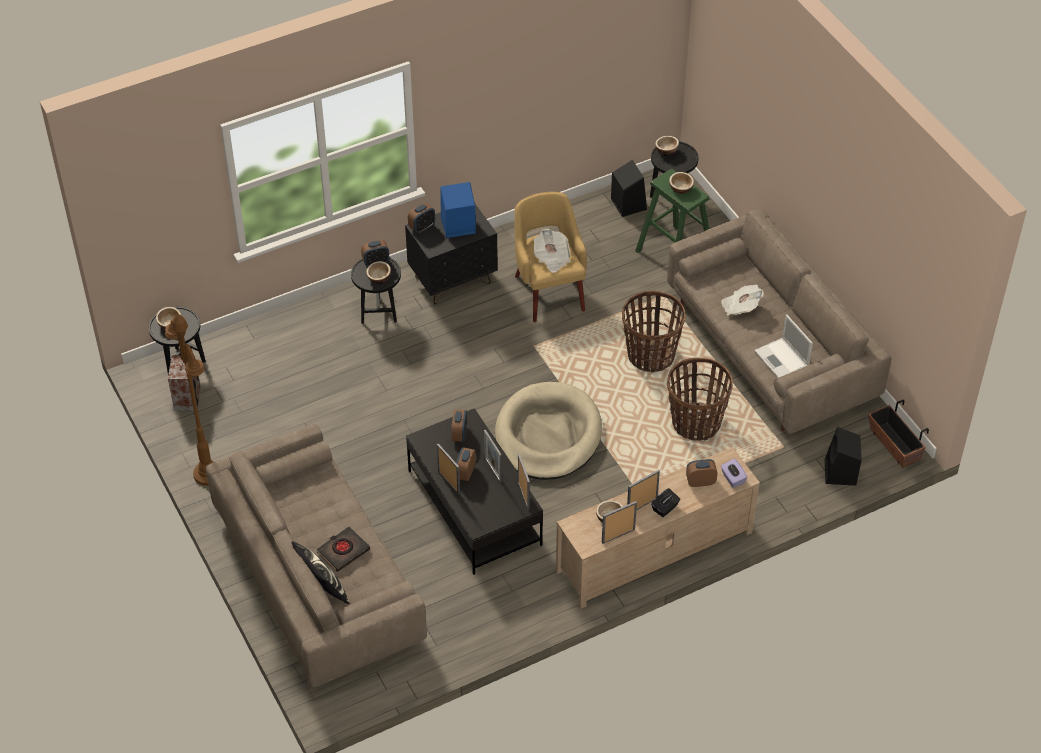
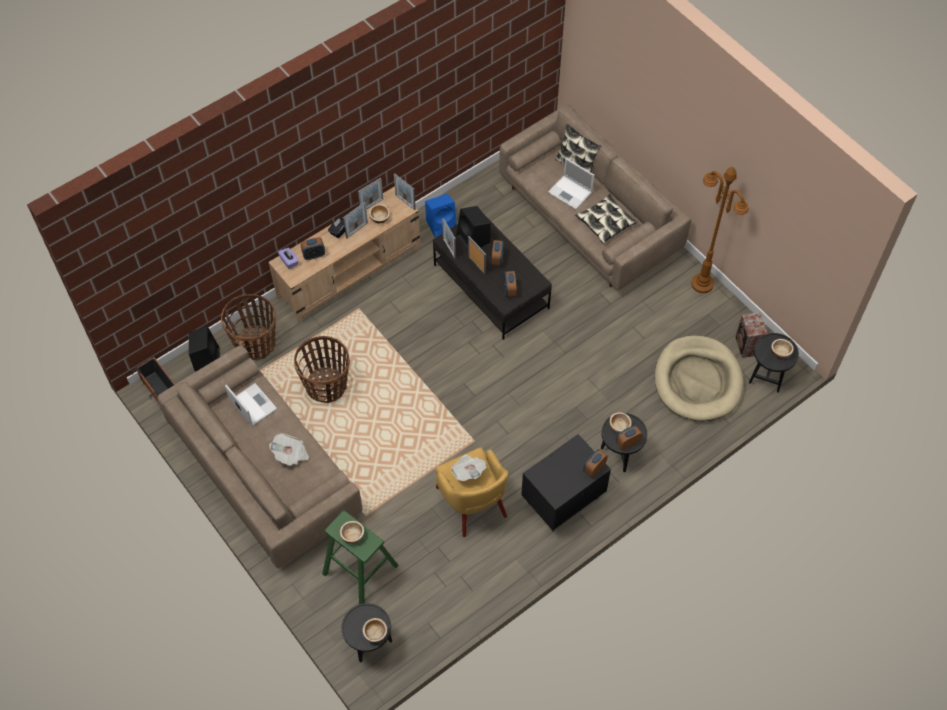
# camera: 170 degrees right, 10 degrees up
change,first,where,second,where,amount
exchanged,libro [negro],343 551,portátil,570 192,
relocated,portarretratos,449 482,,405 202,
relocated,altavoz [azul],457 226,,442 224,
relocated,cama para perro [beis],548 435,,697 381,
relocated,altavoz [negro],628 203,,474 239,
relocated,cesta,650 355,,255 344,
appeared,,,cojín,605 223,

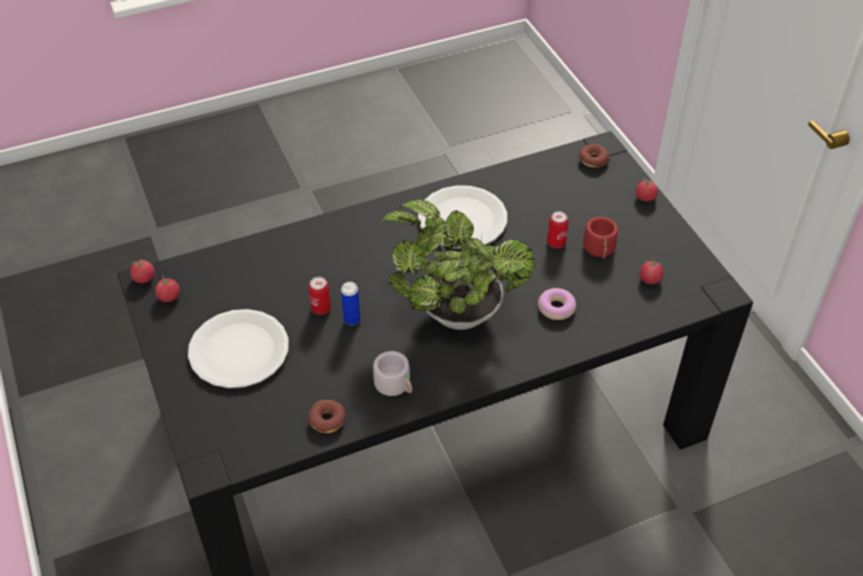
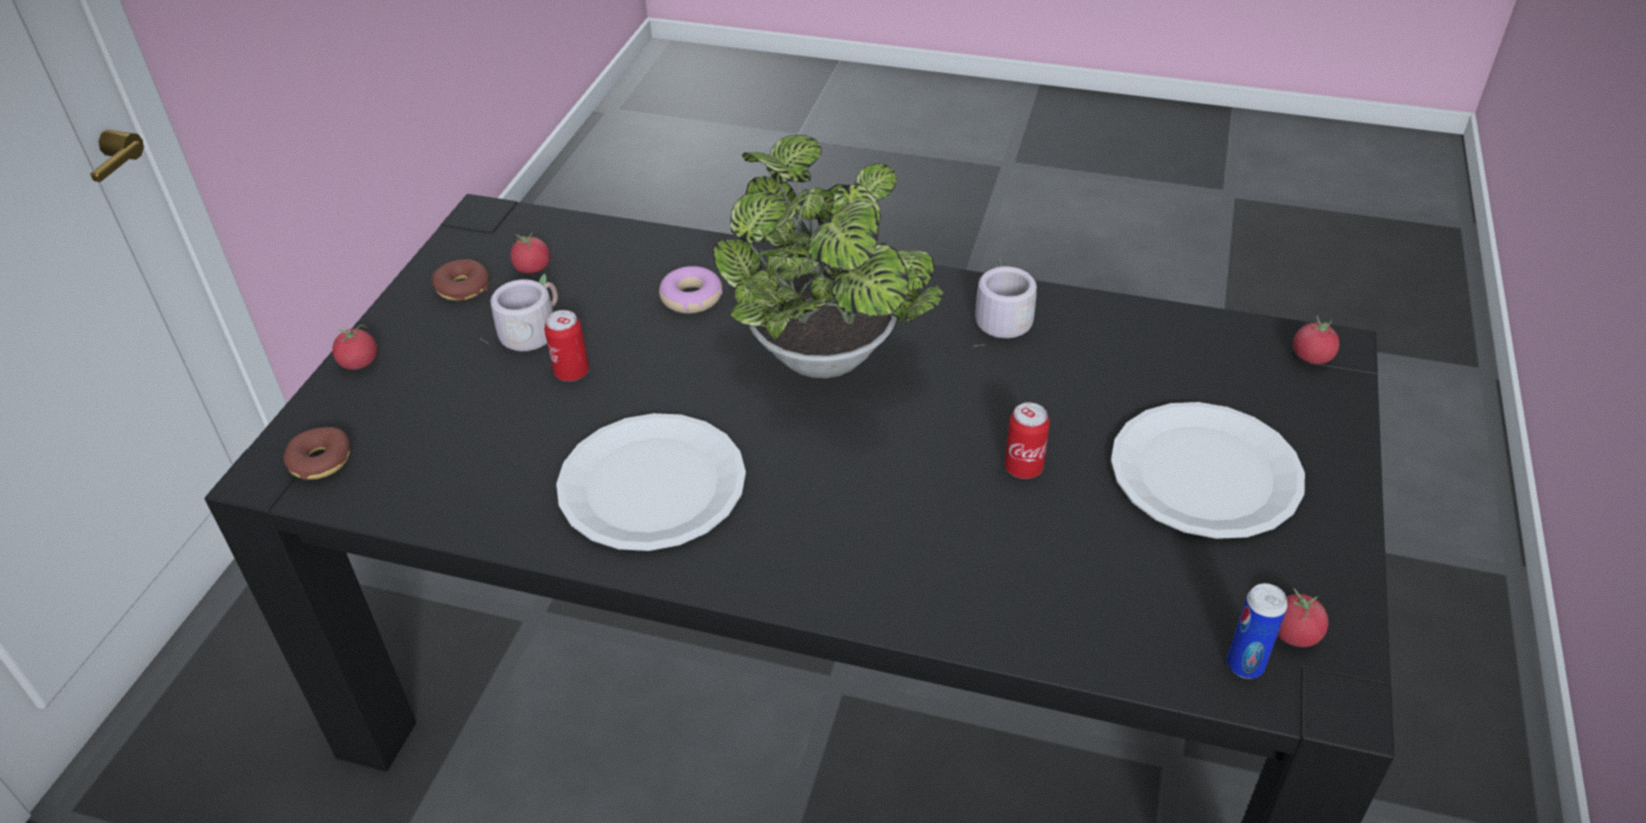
# camera: 140 degrees left, 5 degrees down
change,first,where,second,where,amount
relocated,tomate,144 278,,1311 357,
relocated,rosquilla,327 420,,463 288,
relocated,lata,352 320,,1245 665,
colour,taza grande [rojo],601 250,taza grande [gris],531 331,

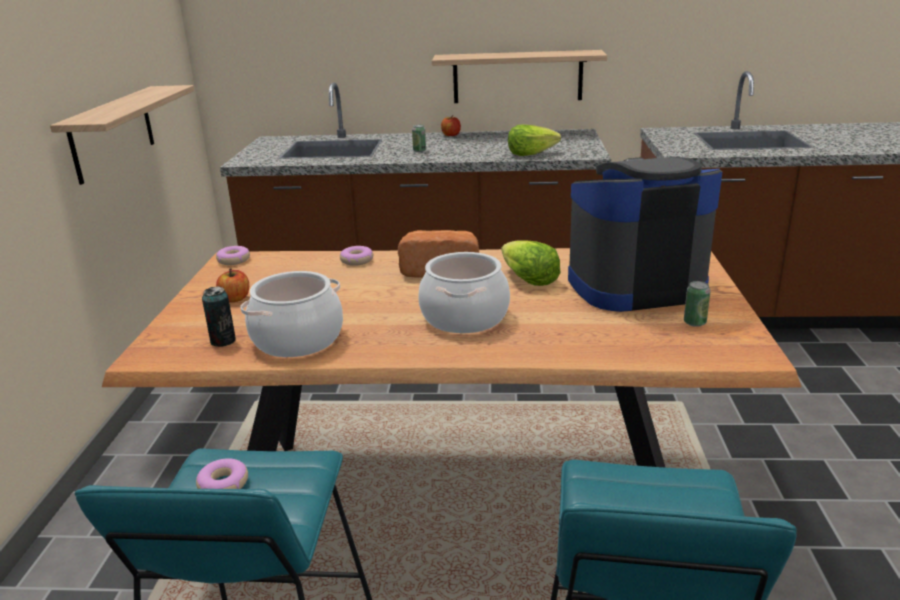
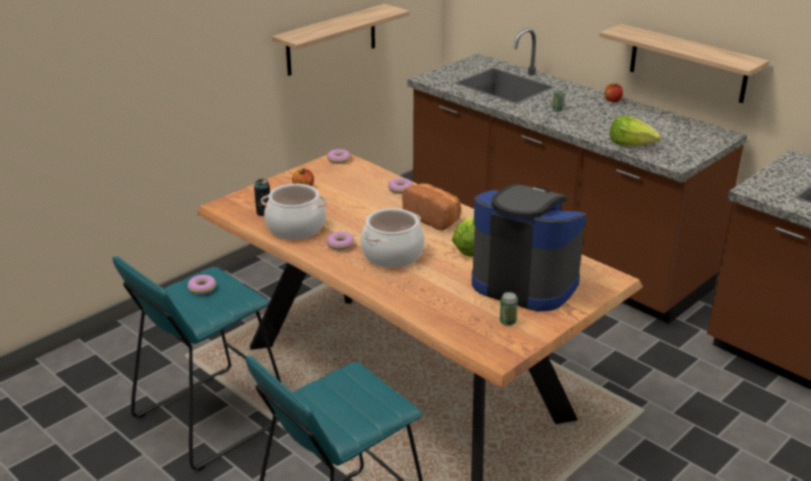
# camera: 40 degrees right, 5 degrees up
change,first,where,second,where,amount
appeared,,,rosquilla,340 245,

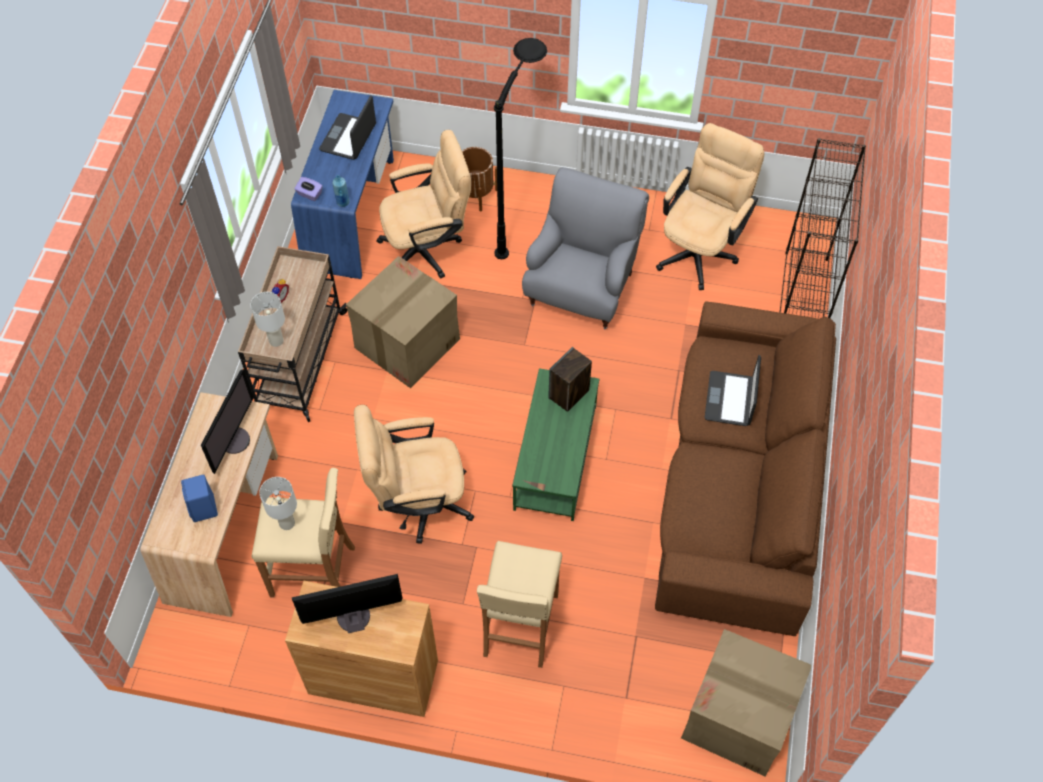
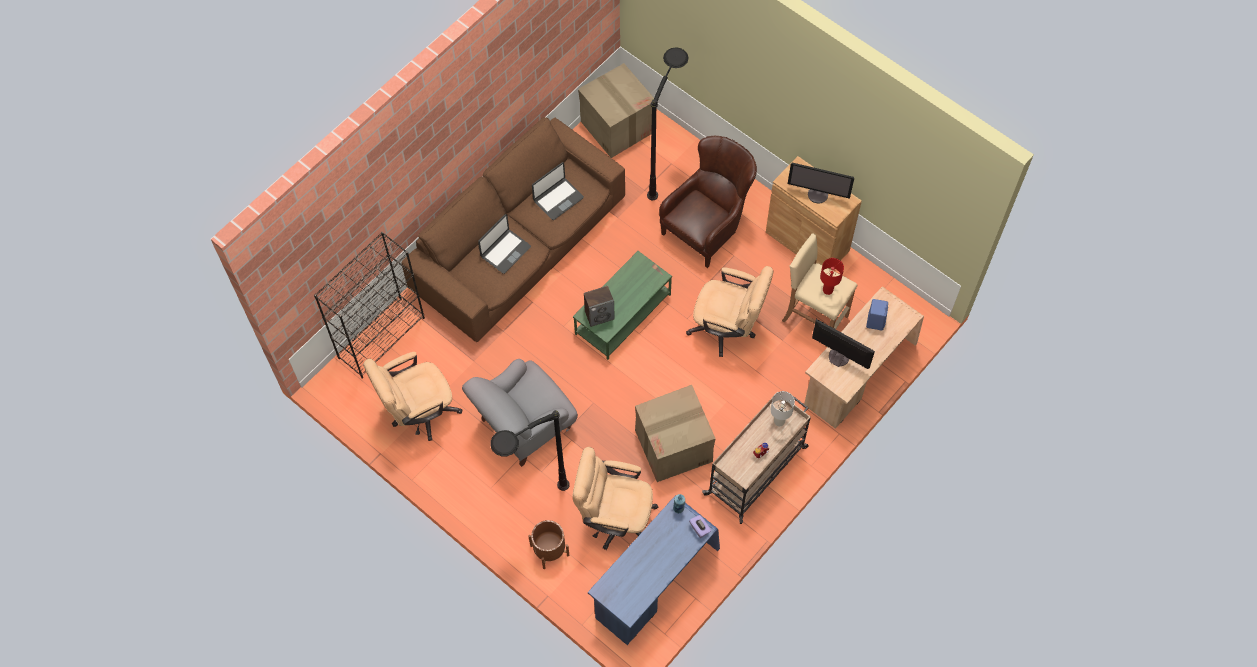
# camera: 150 degrees left, 5 degrees up
change,first,where,second,where,amount
spun,monitor,234 440,,838 357,75 degrees clockwise
colour,lámpara de mesa [blanco],287 522,lámpara de mesa [rojo],827 290,
relocated,portátil,349 138,,558 199,
exchanged,taburete [beis],520 626,sillón [marrón],707 227,
appeared,,,lámpara de pie [negro],666 168,

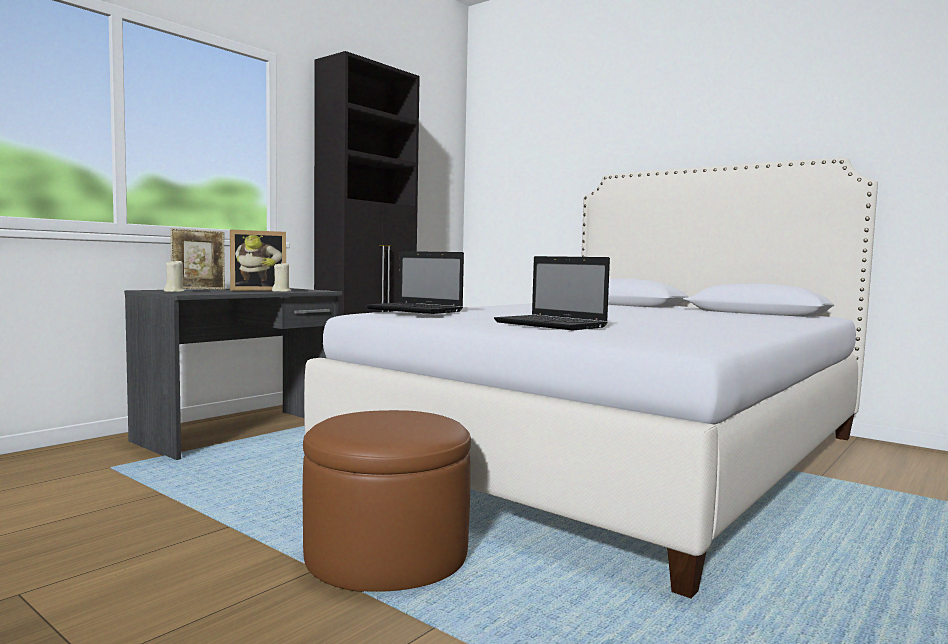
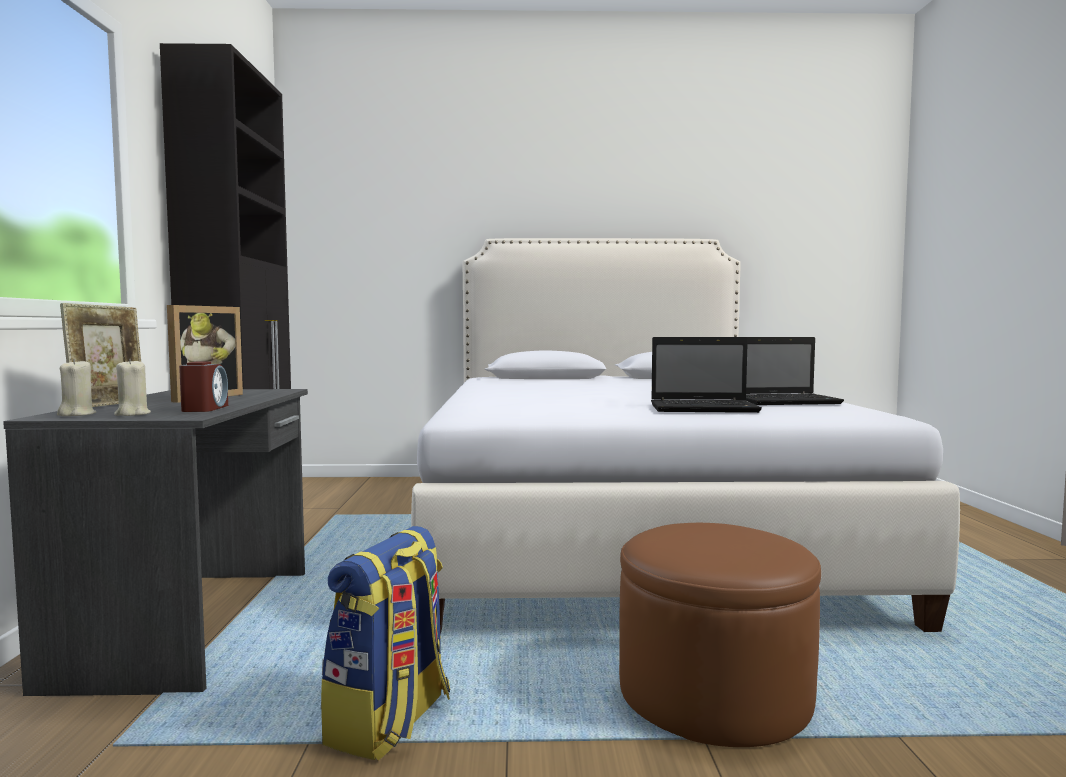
# camera: 40 degrees left, 0 degrees up
change,first,where,second,where,amount
relocated,vela [beis],281 291,,77 414,
relocated,portátil,416 310,,787 401,
appeared,,,despertador,205 408,
appeared,,,mochila,390 722,

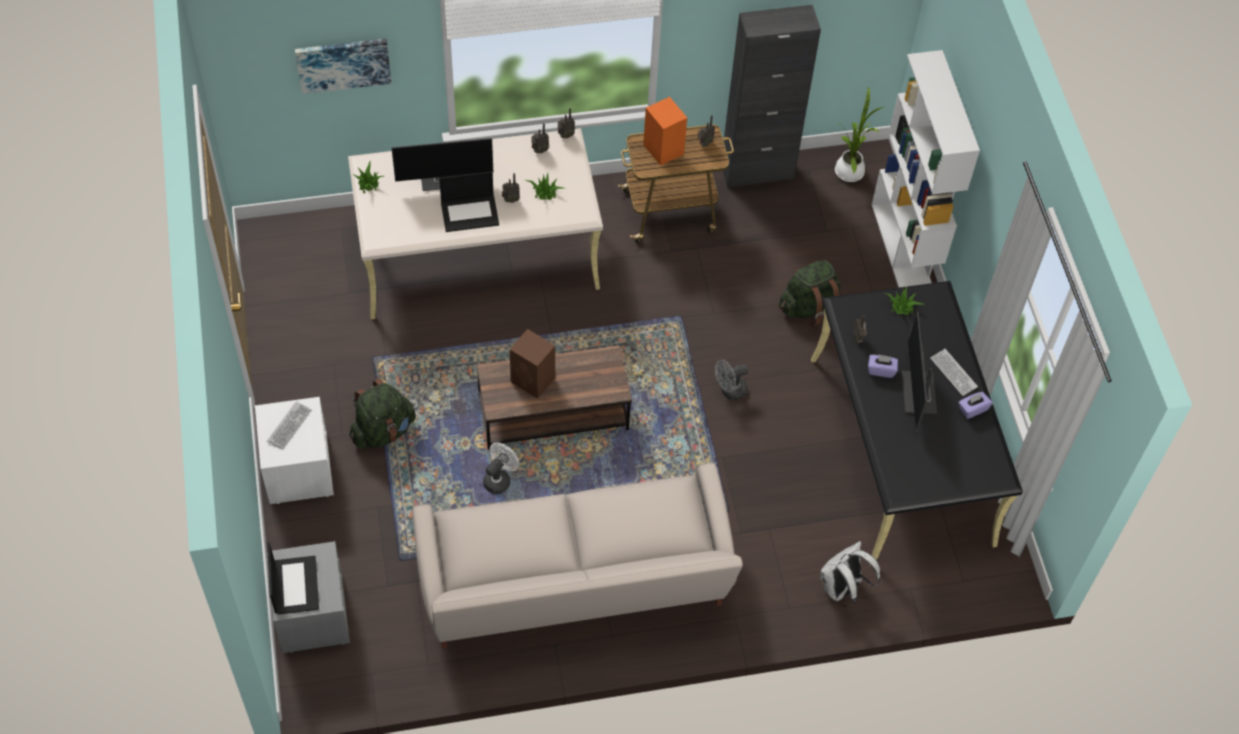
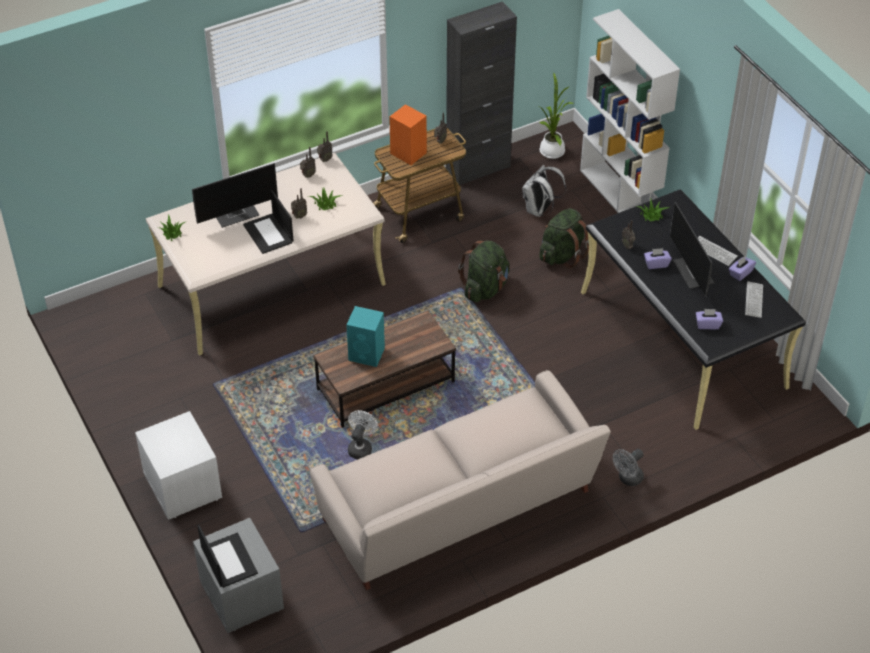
# camera: 15 degrees left, 10 degrees down
change,first,where,second,where,amount
relocated,teclado,289 426,,754 300,
missing,cuadro,343 64,,,
relocated,mochila [verde],383 431,,485 288,
spun,portátil,470 212,,269 234,90 degrees clockwise
colour,altavoz [marrón],533 380,altavoz [turquesa],367 354,
relocated,ventilador [gris],729 391,,628 479,
relocated,mochila [blanco],842 589,,539 210,
appeared,,,caja de pañuelos [morado],707 324,

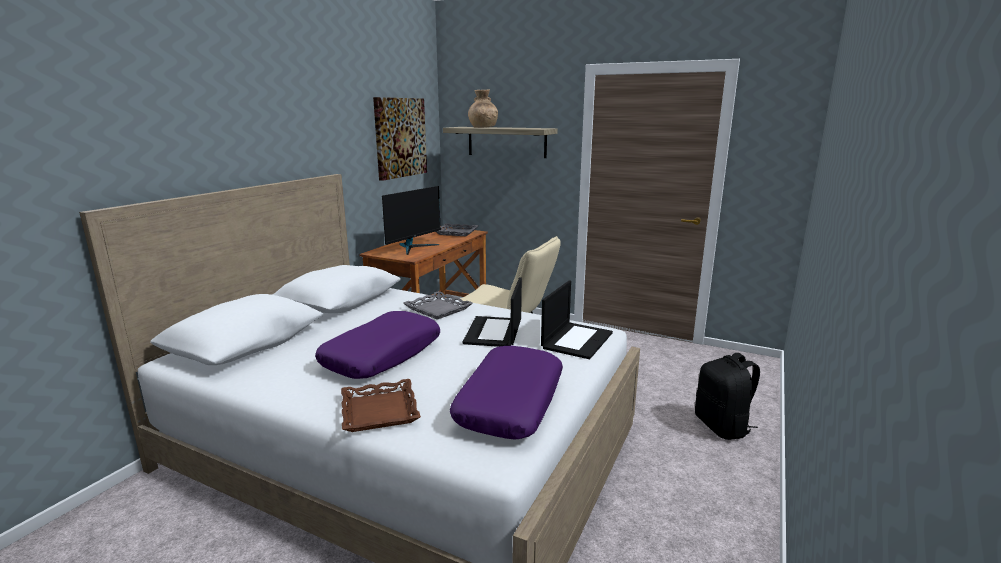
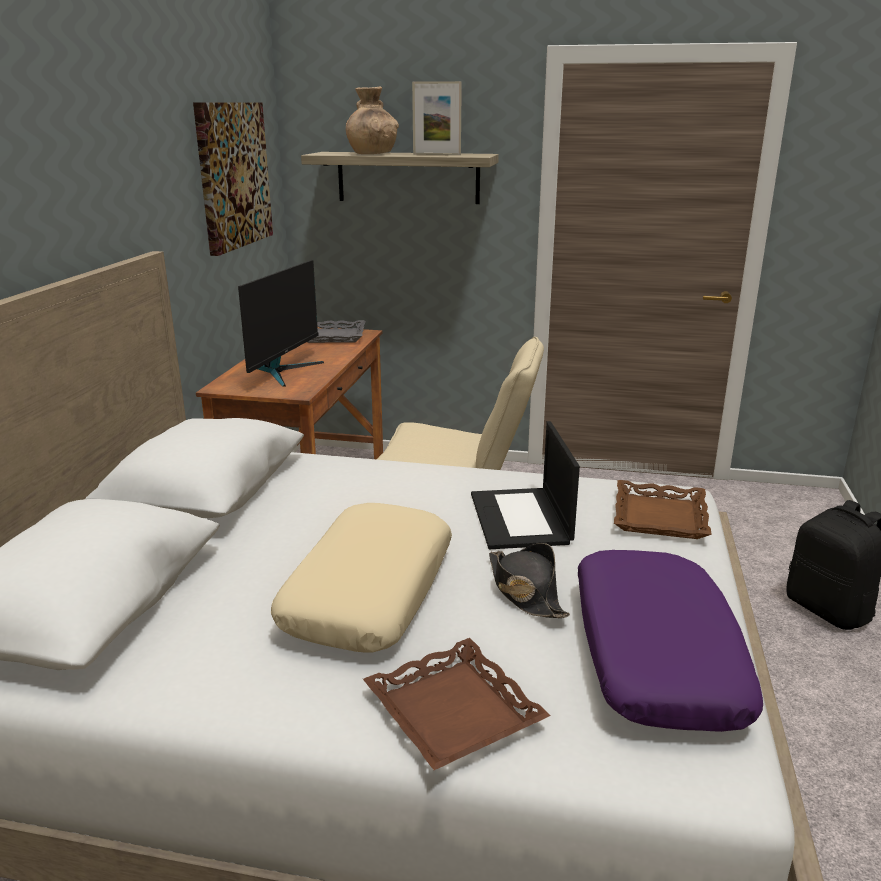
# camera: 15 degrees left, 5 degrees up
change,first,where,second,where,amount
colour,cojín [morado],382 355,cojín [beis],368 592,
missing,bandeja [gris],438 309,,,
exchanged,portátil,577 340,bandeja [marrón],659 516,
appeared,,,portarretratos,436 154,
appeared,,,sombrero [negro],525 591,

